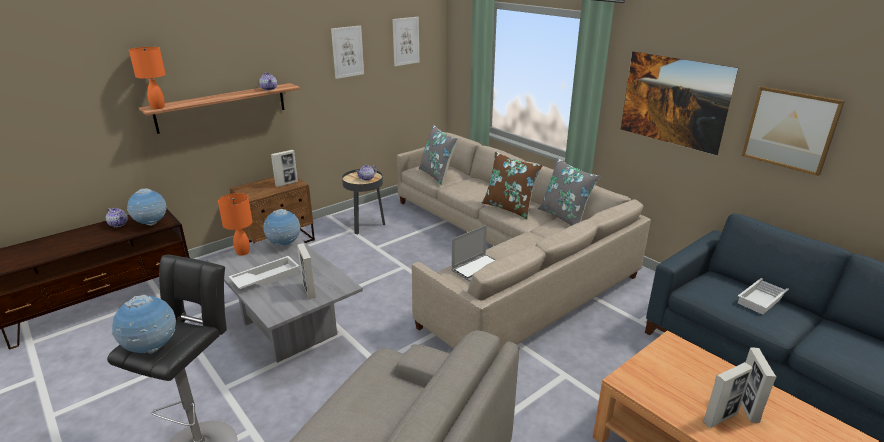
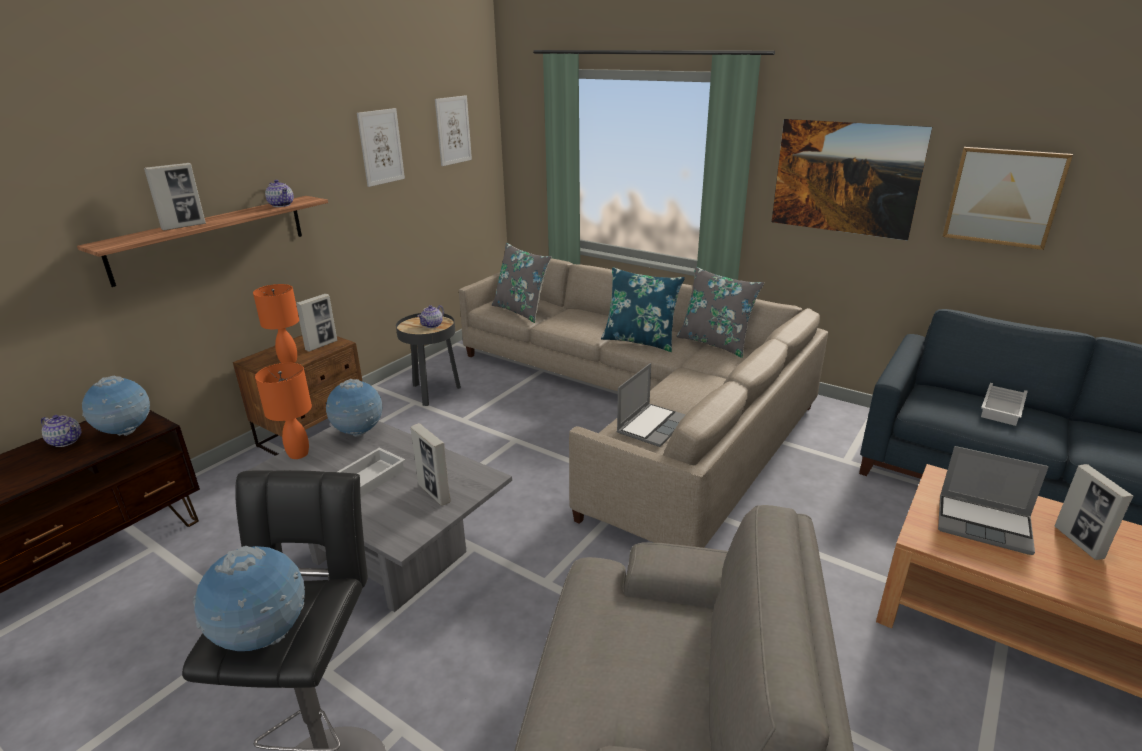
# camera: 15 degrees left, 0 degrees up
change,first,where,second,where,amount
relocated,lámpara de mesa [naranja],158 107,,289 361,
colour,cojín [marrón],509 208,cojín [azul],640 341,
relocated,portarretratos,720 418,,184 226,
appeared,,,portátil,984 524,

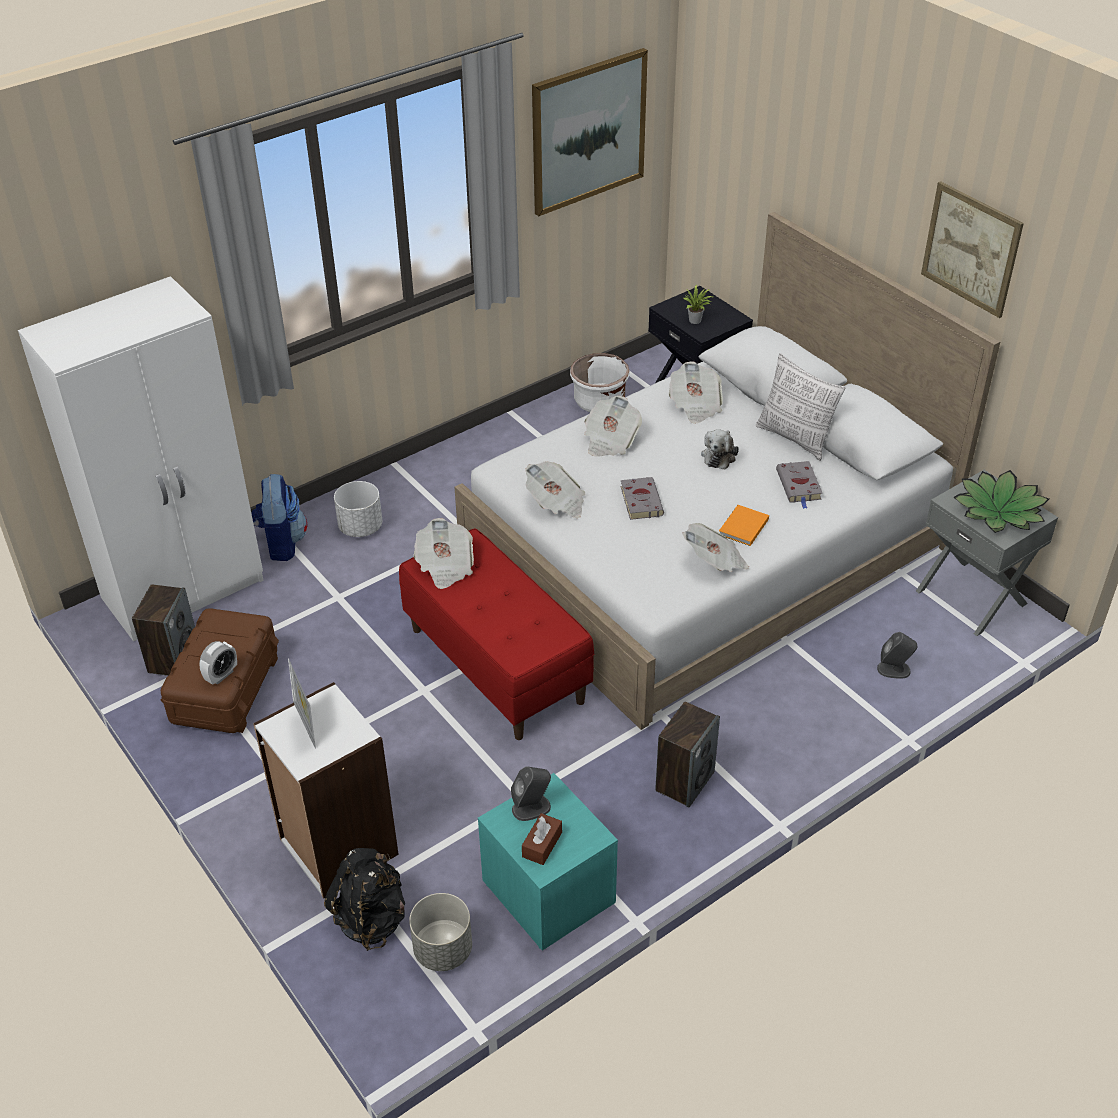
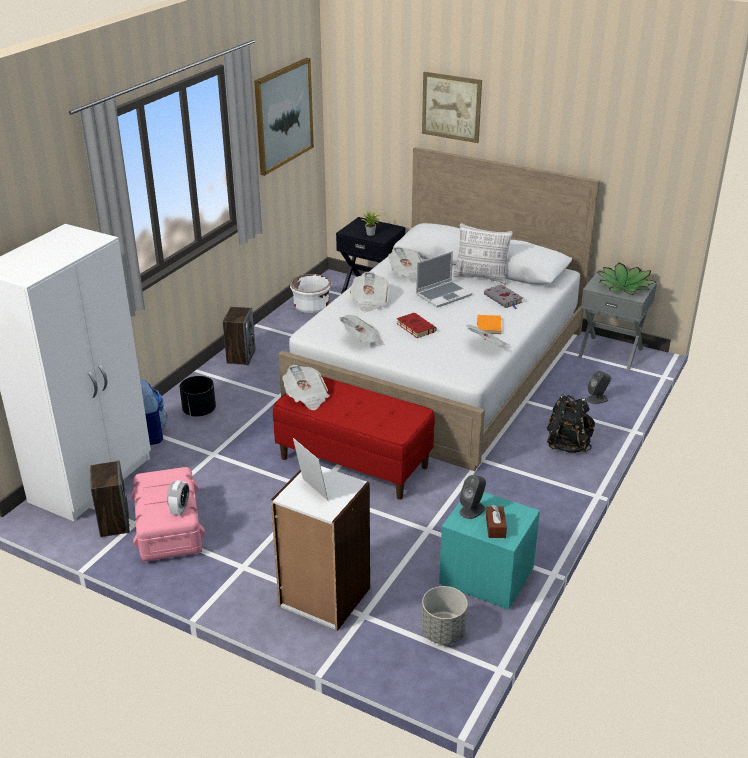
# camera: 25 degrees left, 10 degrees down
change,first,where,second,where,amount
colour,caja de almacenaje [marrón],225 689,caja de almacenaje [rosa],168 530,
relocated,mochila [negro],371 919,,568 444,
colour,maceta [blanco],360 527,maceta [negro],199 411,
colour,libro [gris],640 500,libro [rojo],415 327,
relocated,altavoz,684 781,,241 356,
exchanged,peluche,719 455,portátil,443 295,
relocated,cuadro,971 249,,451 107,

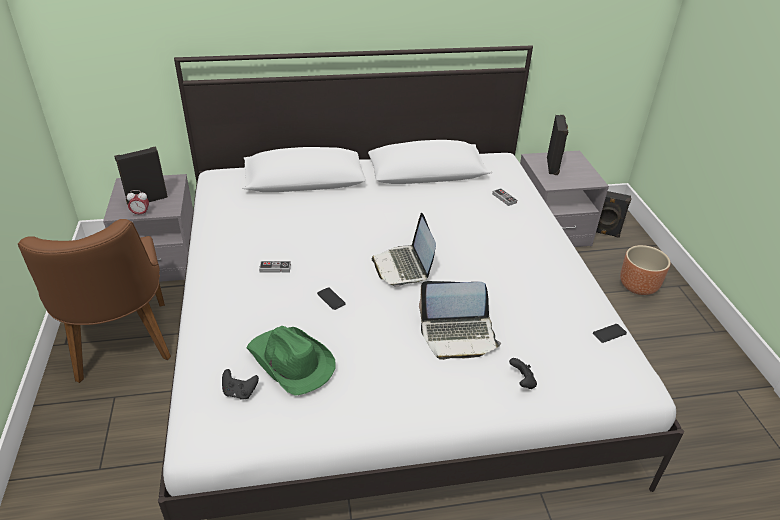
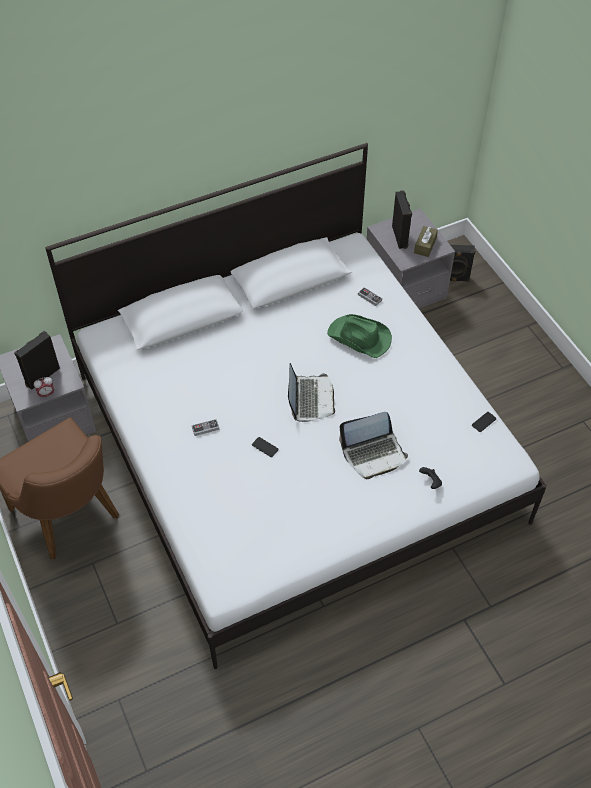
# camera: 15 degrees left, 15 degrees up
change,first,where,second,where,amount
missing,mando de consola [negro],239 392,,,
relocated,sombrero [verde],290 362,,359 338,
spun,portátil,403 267,,310 399,150 degrees counterclockwise
missing,maceta [marrón],638 286,,,
appeared,,,caja de pañuelos [marrón],425 245,

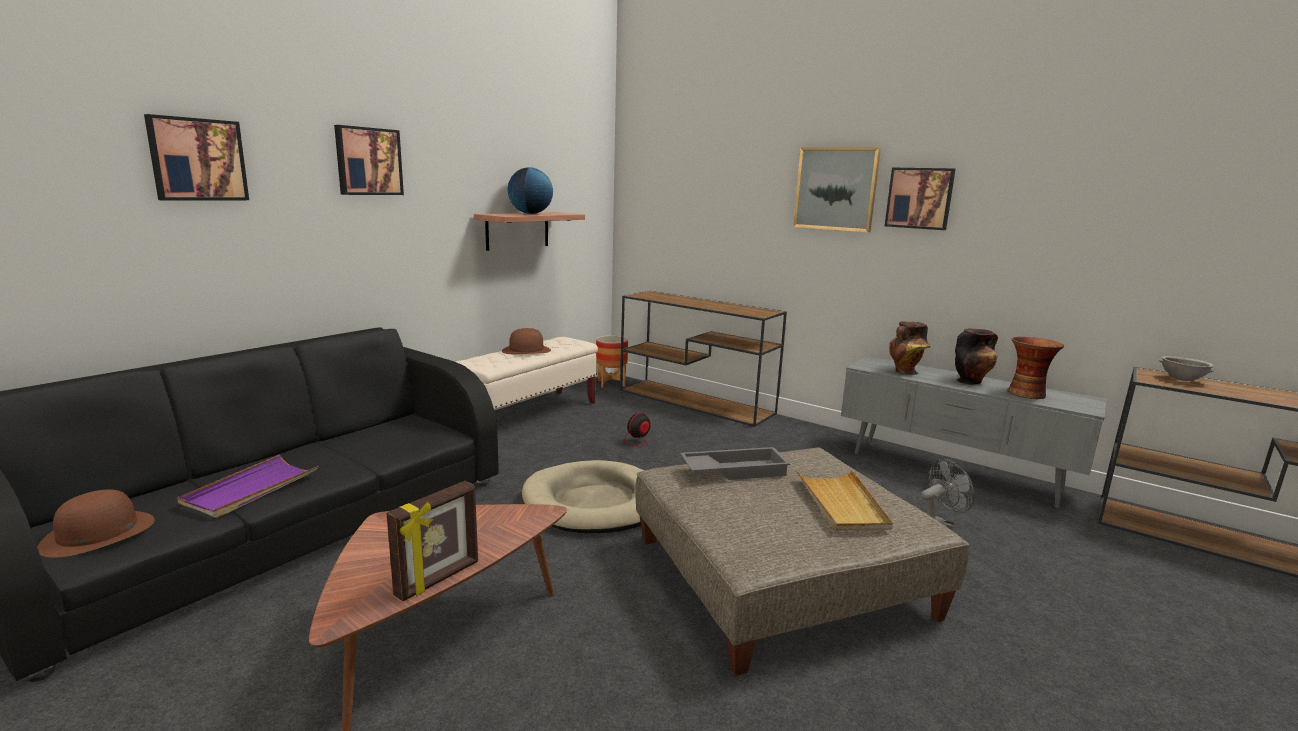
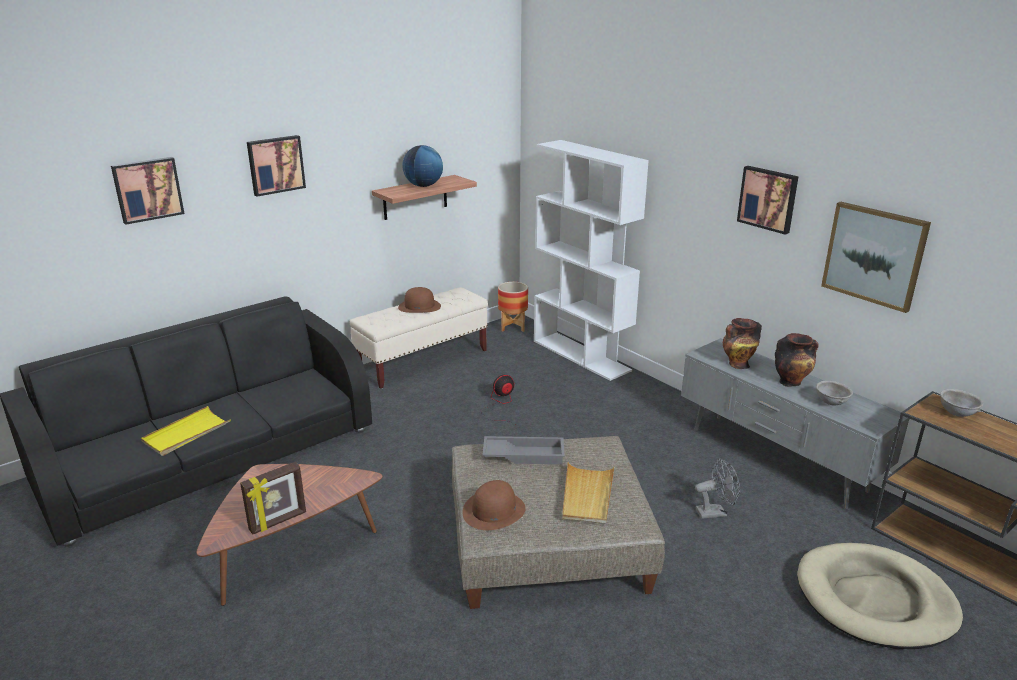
# camera: 15 degrees right, 10 degrees up
change,first,where,second,where,amount
relocated,sombrero [marrón],98 533,,494 510,
colour,bandeja [morado],251 489,bandeja [amarillo],186 433,
relocated,cama para perro [beis],596 503,,875 600,
exchanged,mesa consola [marrón],697 402,estantería [blanco],582 355,
relocated,cuadro,836 189,,874 255,
exchanged,florero,1026 394,cuenco [gris],831 403,

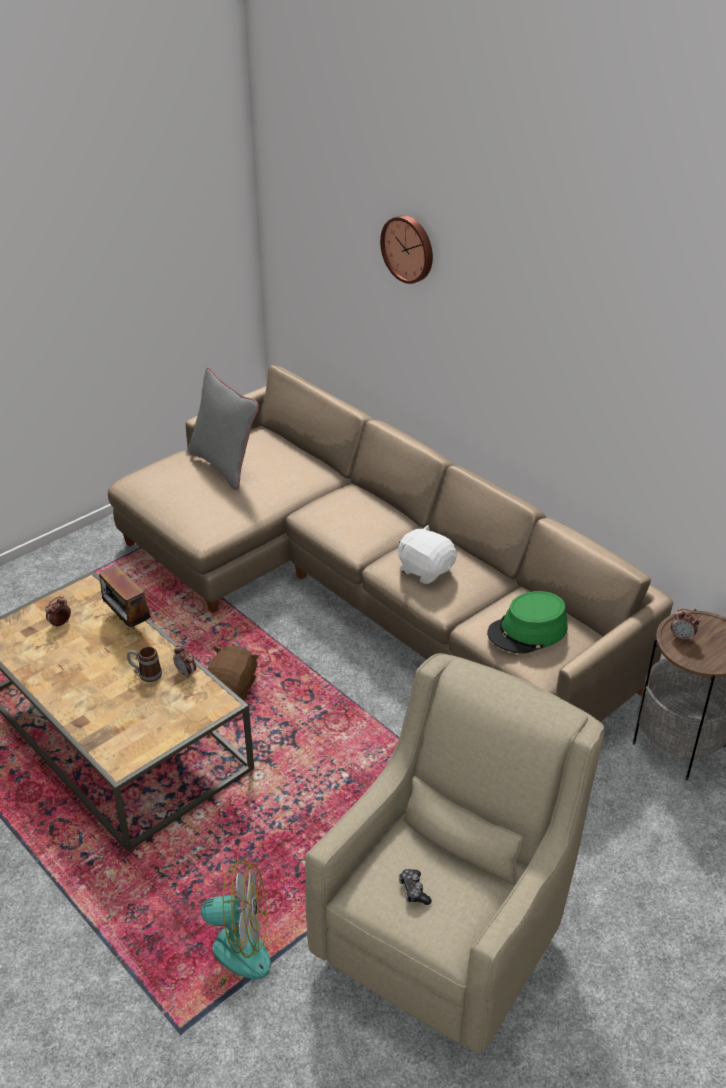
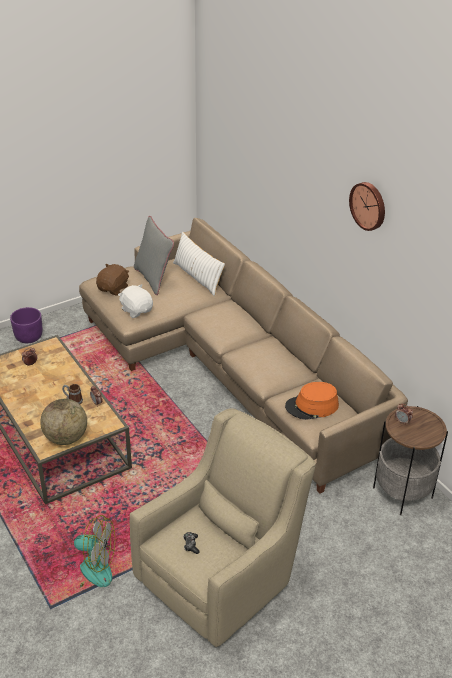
# camera: 10 degrees right, 0 degrees up
change,first,where,second,where,amount
missing,radio,127 622,,,
relocated,peluche [marrón],233 687,,113 289,
relocated,reloj de pared,409 248,,369 205,
relocated,peluche [blanco],425 570,,136 310,
colour,sombrero [verde],527 631,sombrero [naranja],312 406,
appeared,,,maceta [morado],29 337,
appeared,,,globo terráqueo,66 438,
appeared,,,cojín [blanco],197 277,

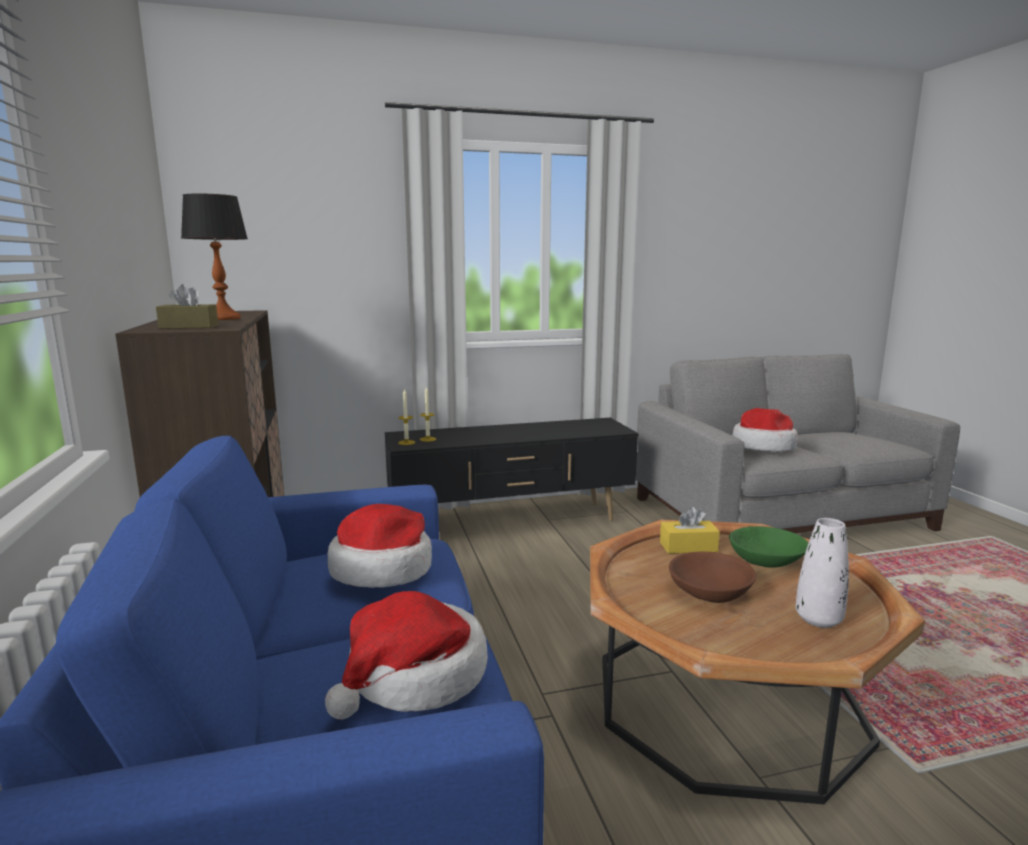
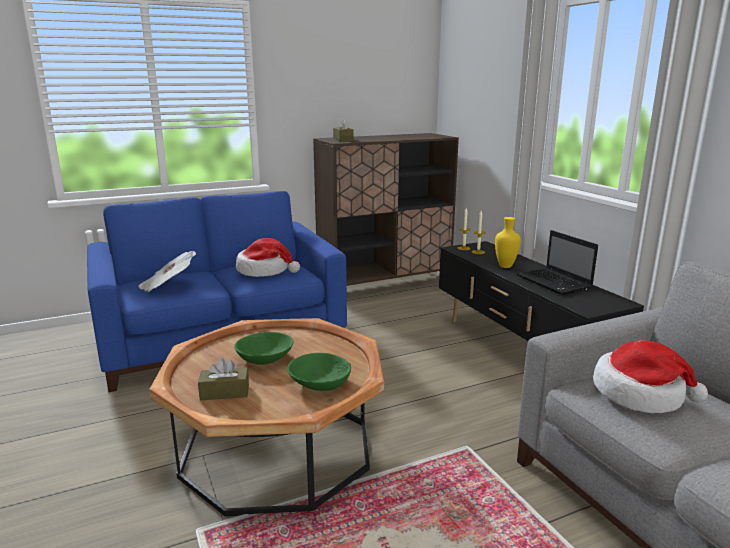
# camera: 80 degrees right, 5 degrees up
change,first,where,second,where,amount
missing,lámpara de mesa,224 318,,,
exchanged,sombrero,415 676,periódico,168 286,
missing,caja de pañuelos [amarillo],688 547,,,
colour,cuenco [marrón],710 592,cuenco [verde],265 358,
exchanged,florero [blanco],818 619,caja de pañuelos [marrón],224 392,
appeared,,,florero [amarillo],505 266,
appeared,,,portátil,555 283,

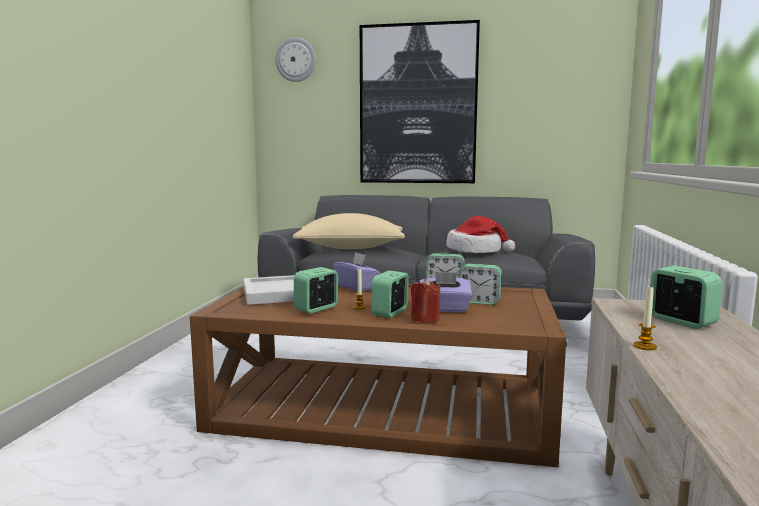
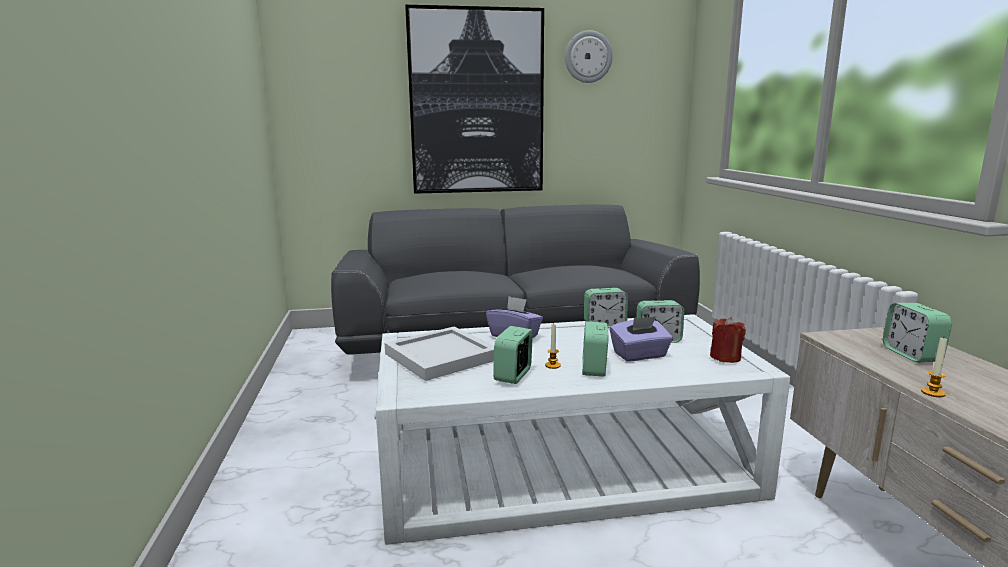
# camera: 20 degrees left, 5 degrees up
change,first,where,second,where,amount
colour,mesa de centro [marrón],383 407,mesa de centro [blanco],563 464,
relocated,reloj de pared,296 60,,588 57,
missing,cojín [beis],350 248,,,
relocated,vela [rojo],425 318,,725 357,
missing,sombrero,475 251,,,
spun,despertador,681 321,,911 355,135 degrees counterclockwise

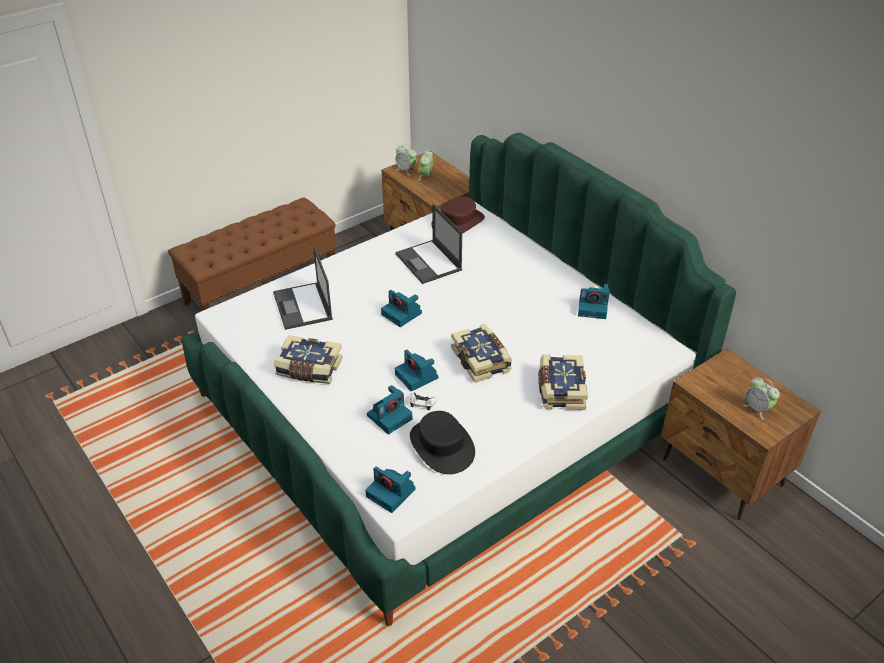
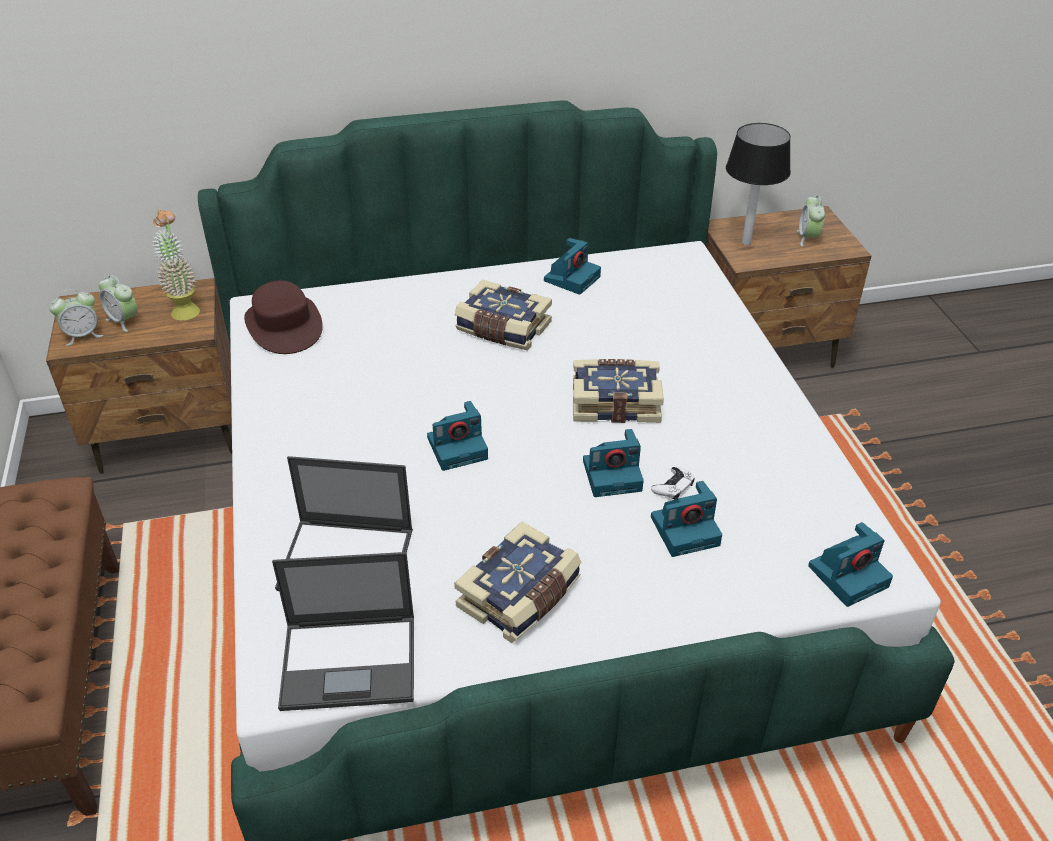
# camera: 65 degrees left, 0 degrees up
change,first,where,second,where,amount
spun,cámara,390 416,,686 530,90 degrees clockwise
relocated,portátil,429 262,,351 661,
missing,sombrero [negro],441 446,,,
relocated,libro,560 390,,502 329,
spun,despertador,757 409,,808 238,105 degrees clockwise
appeared,,,planta en maceta,184 308,
appeared,,,lámpara de mesa,746 242,

